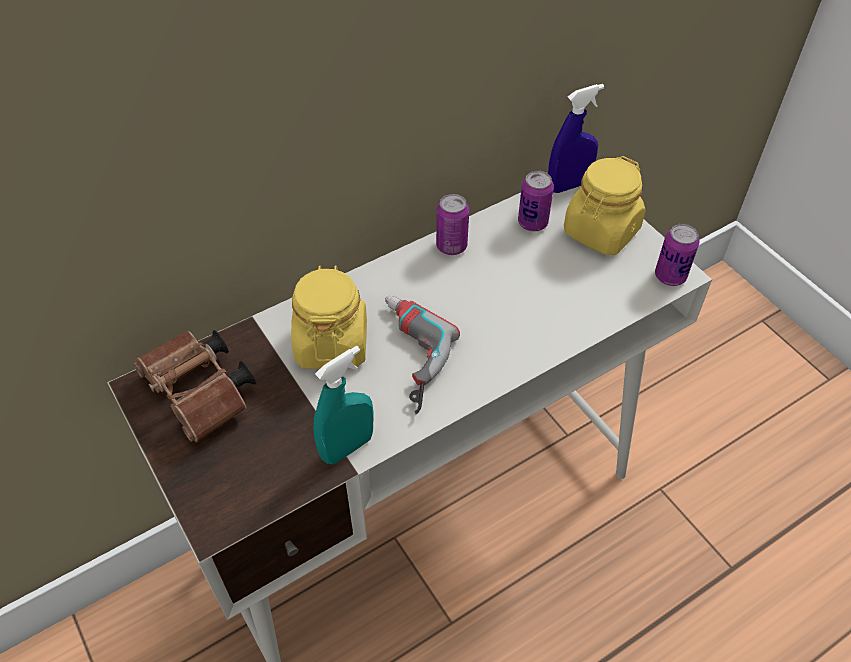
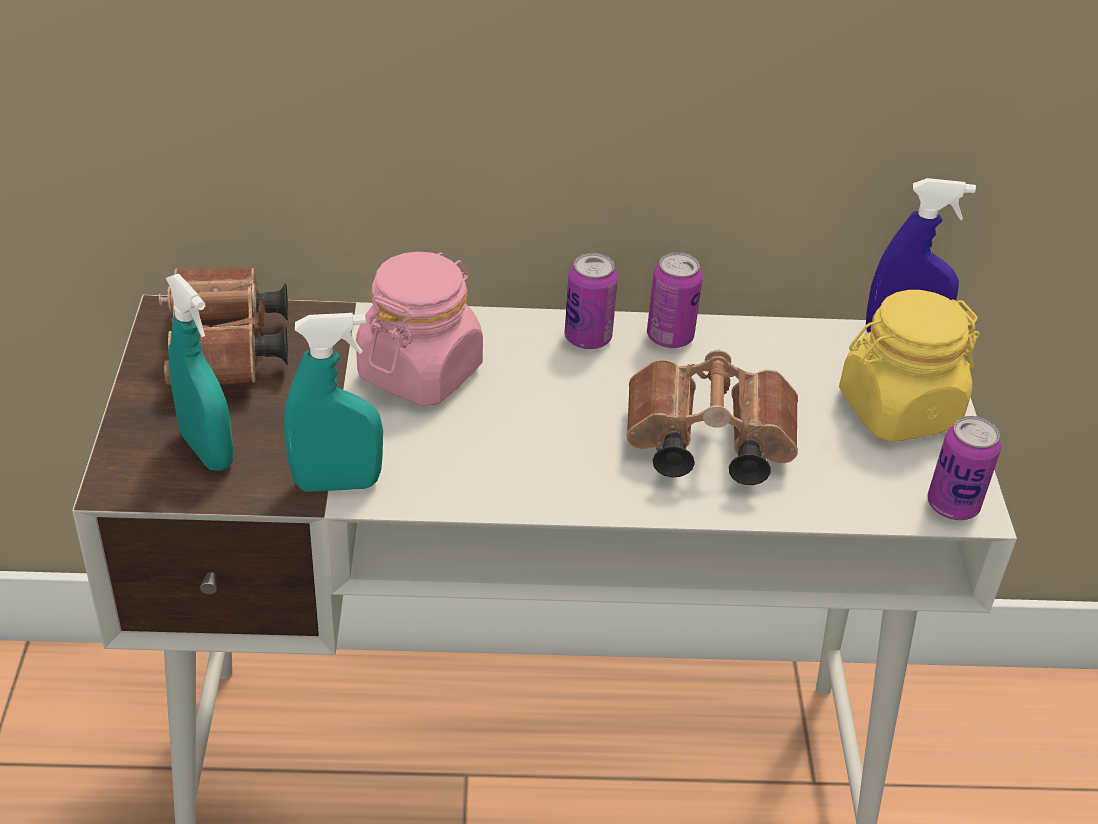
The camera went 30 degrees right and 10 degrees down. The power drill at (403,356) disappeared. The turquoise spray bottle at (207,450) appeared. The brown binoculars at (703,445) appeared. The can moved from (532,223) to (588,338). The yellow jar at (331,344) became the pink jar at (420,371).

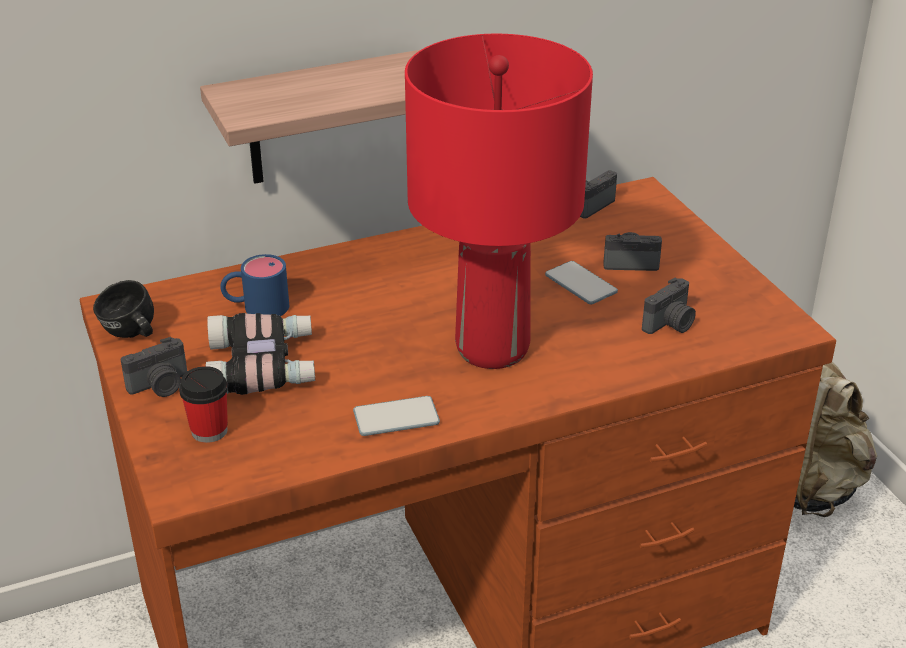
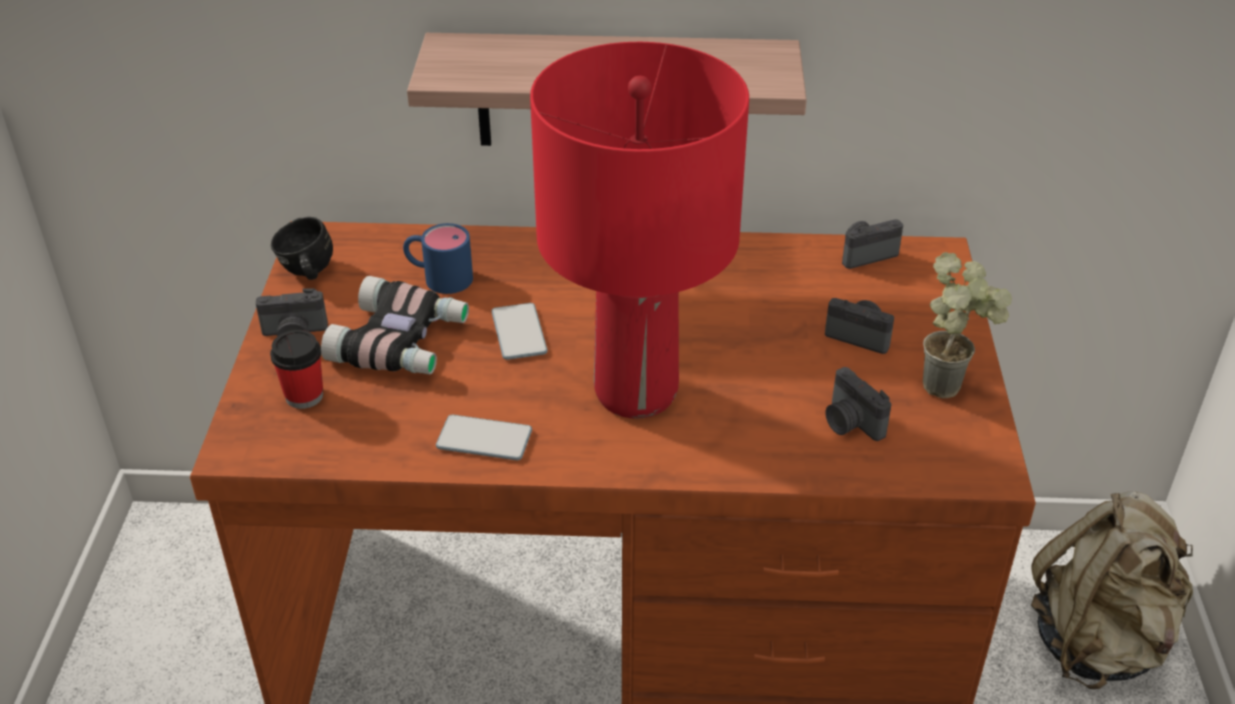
The camera went 25 degrees right and 5 degrees up. The potted plant at (952,385) appeared. The phone moved from (580,284) to (519,333). The photo camera at (670,324) turned 75 degrees clockwise.

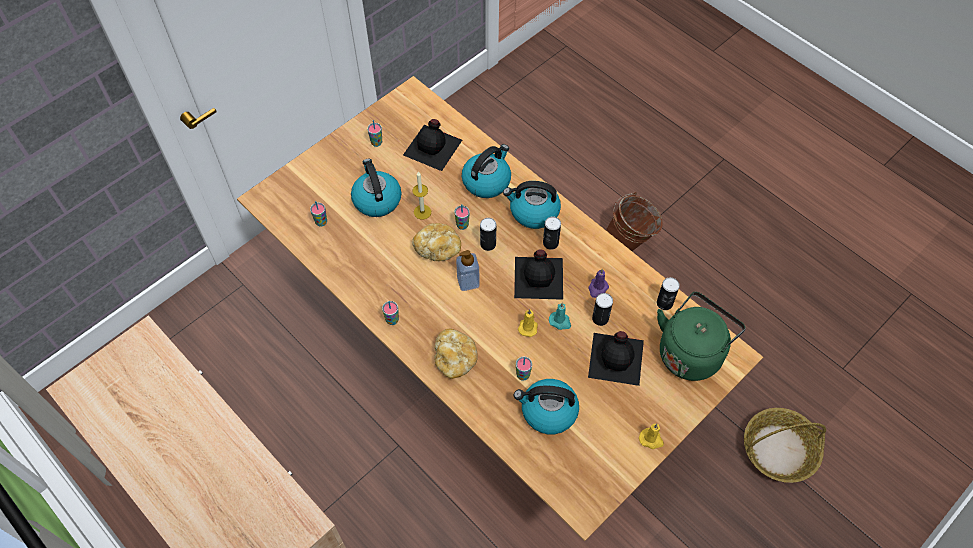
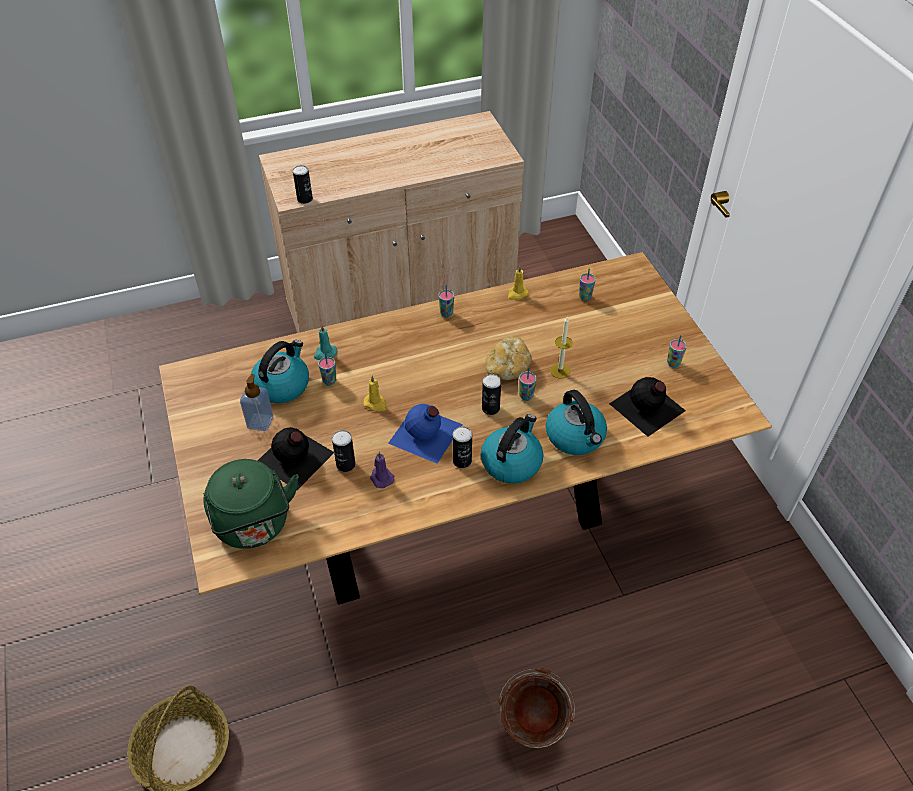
The camera went 115 degrees right and 10 degrees down. The kettle at (376,199) disappeared. The bread at (455,359) disappeared. The soap dispenser moved from (468,282) to (260,422). The turquoise candle moved from (560,321) to (325,353). The yellow candle moved from (651,439) to (517,294). The can moved from (664,303) to (305,199). The black bottle at (539,277) became the blue bottle at (426,434).

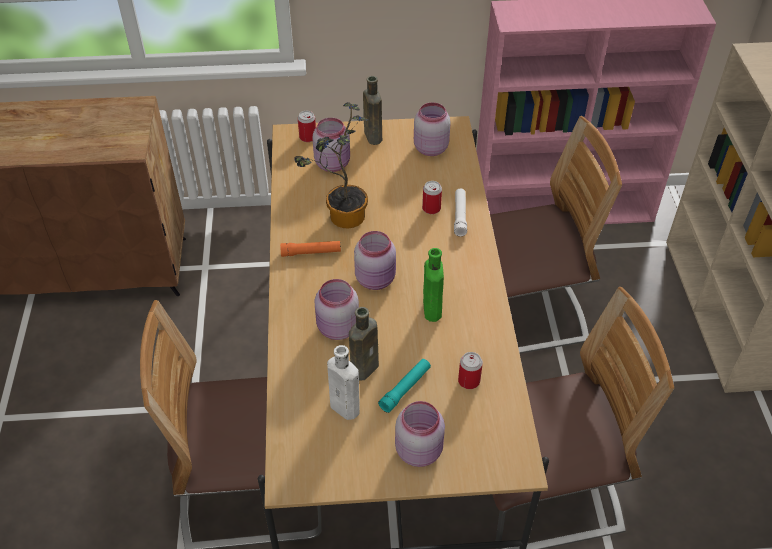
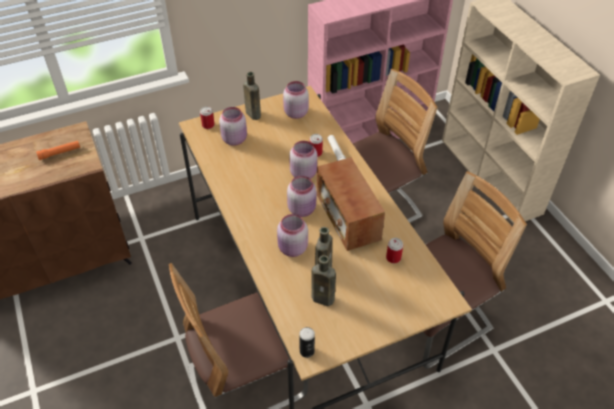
The camera went 20 degrees left and 0 degrees up. The potted plant at (341,217) disappeared. The turquoise flashlight at (405,388) disappeared. The can at (307,351) appeared. The orange flashlight moved from (311,252) to (60,153). The pink jar moved from (419,450) to (303,173). The green bottle at (431,308) was replaced by the radio at (347,218). The white bottle at (346,408) became the brown bottle at (324,299).

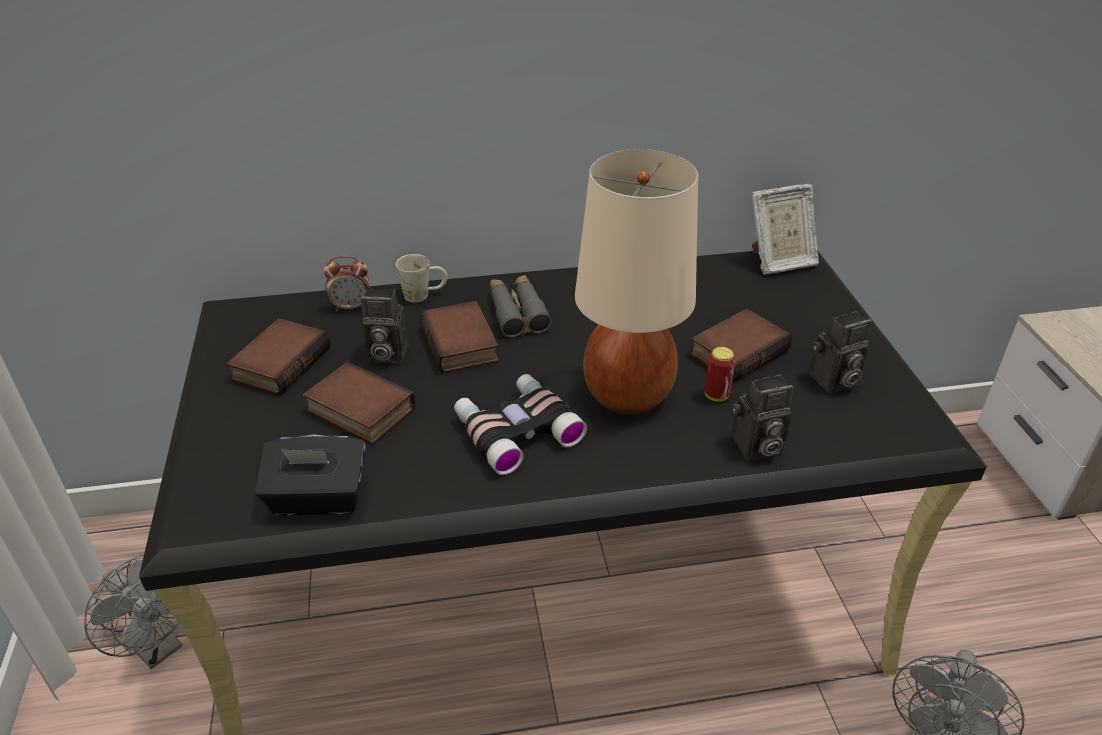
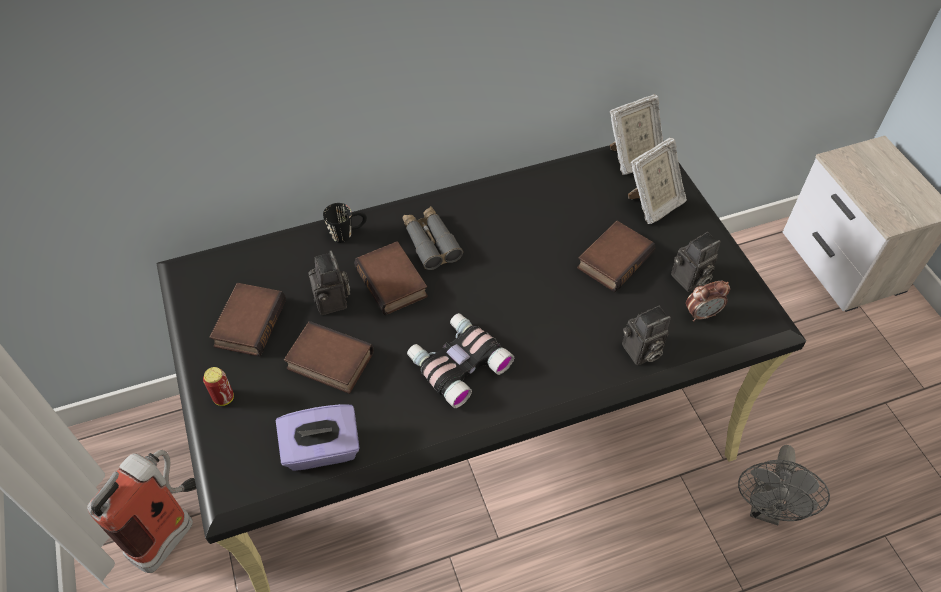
The camera went 10 degrees left and 15 degrees up. The beige table lamp at (627,394) disappeared. The picture frame at (653,204) appeared. The alarm clock moved from (351,307) to (702,314). The can moved from (716,396) to (224,398). The grey fan at (158,647) was replaced by the fire extinguisher at (172,530). The black tissue box at (318,499) became the purple tissue box at (322,450). The white mug at (424,295) became the black mug at (348,233). The photo camera at (385,354) turned 105 degrees counterclockwise.

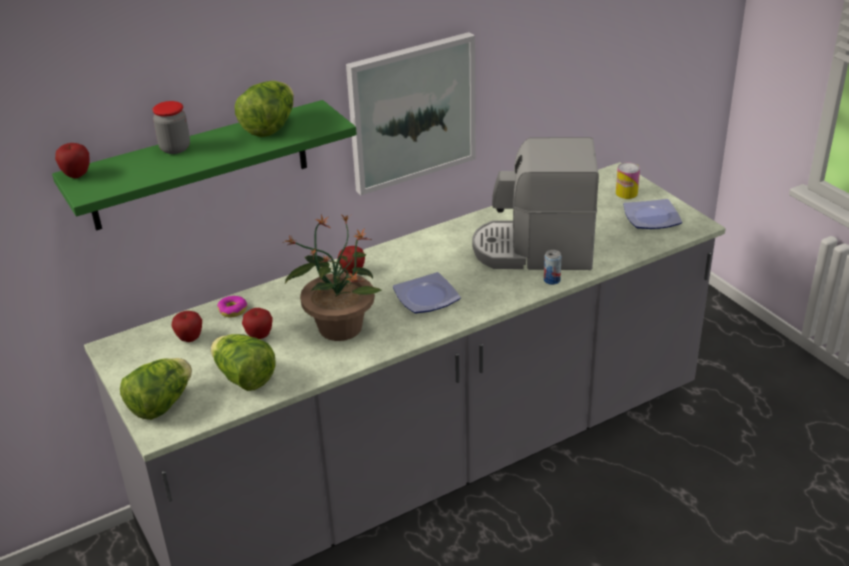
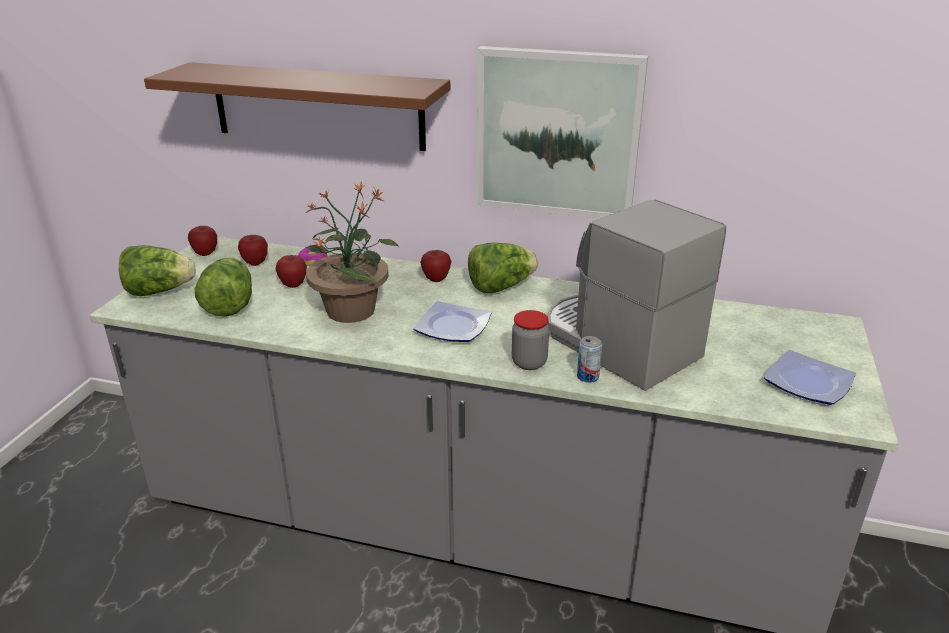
The camera went 45 degrees right and 5 degrees down. The can at (626,193) disappeared. The apple moved from (77,175) to (205,254). The jar moved from (175,148) to (529,362). The lettuce moved from (270,127) to (500,287). The green shelf at (200,166) became the brown shelf at (317,106).

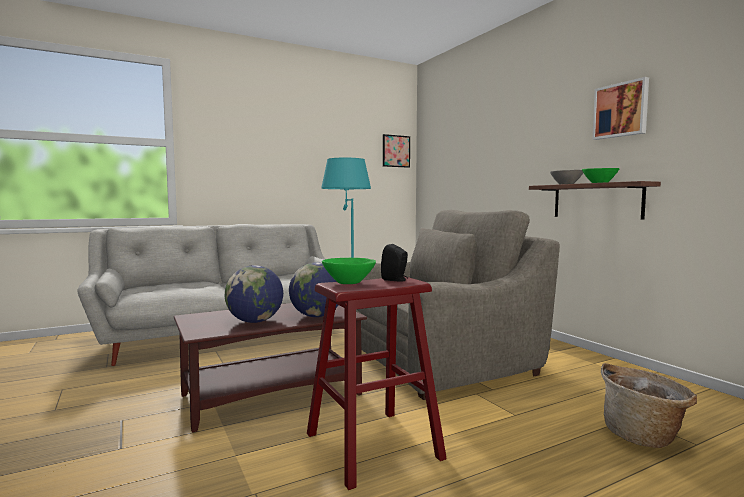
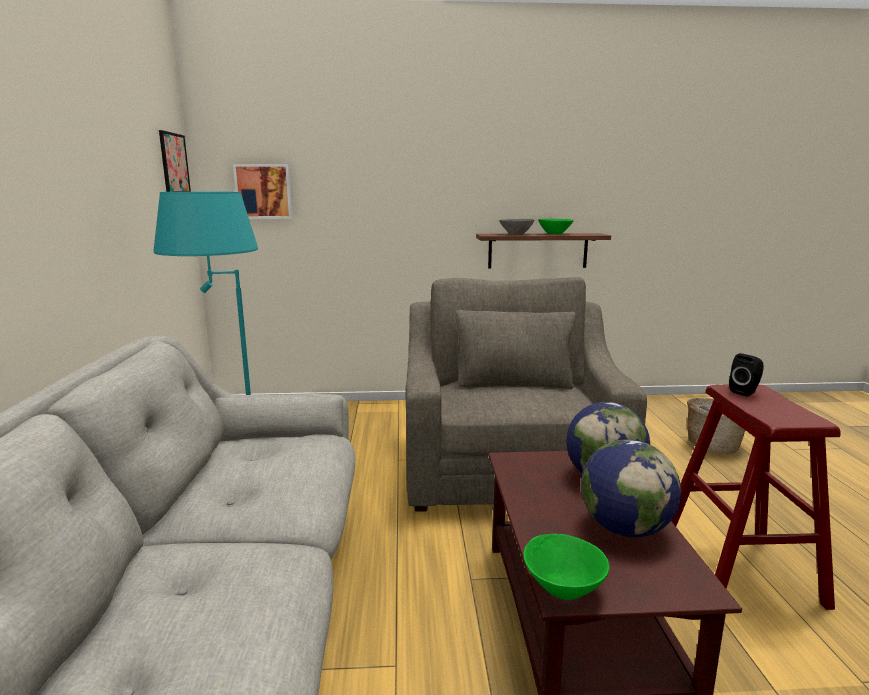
The camera went 65 degrees left and 10 degrees up. The green bowl moved from (349,282) to (563,587). The picture moved from (621,110) to (264,191).

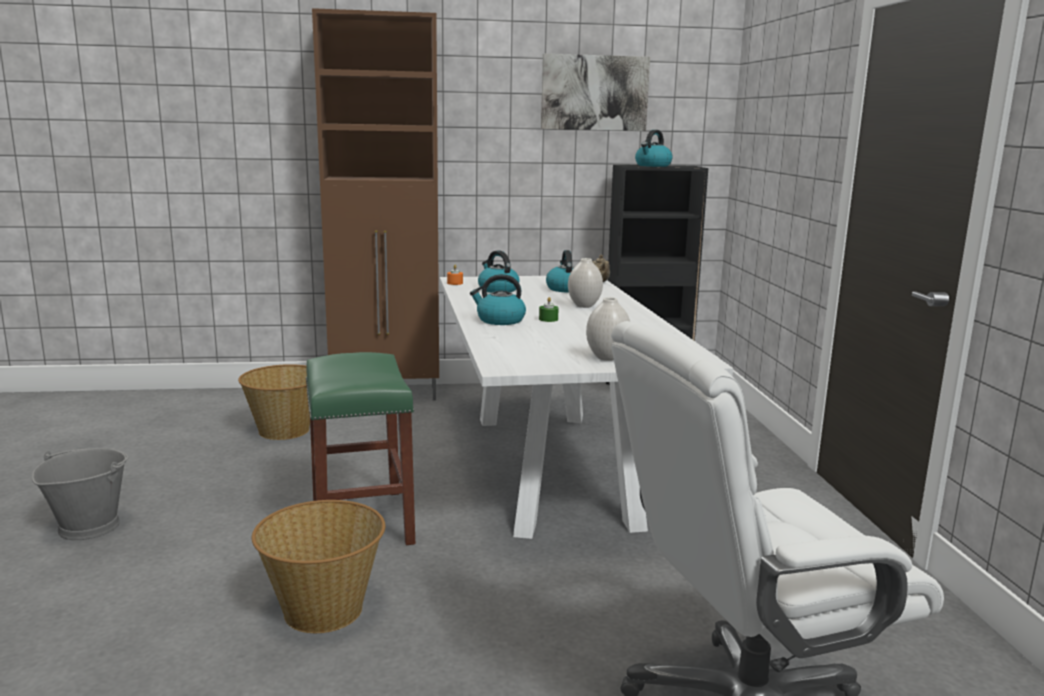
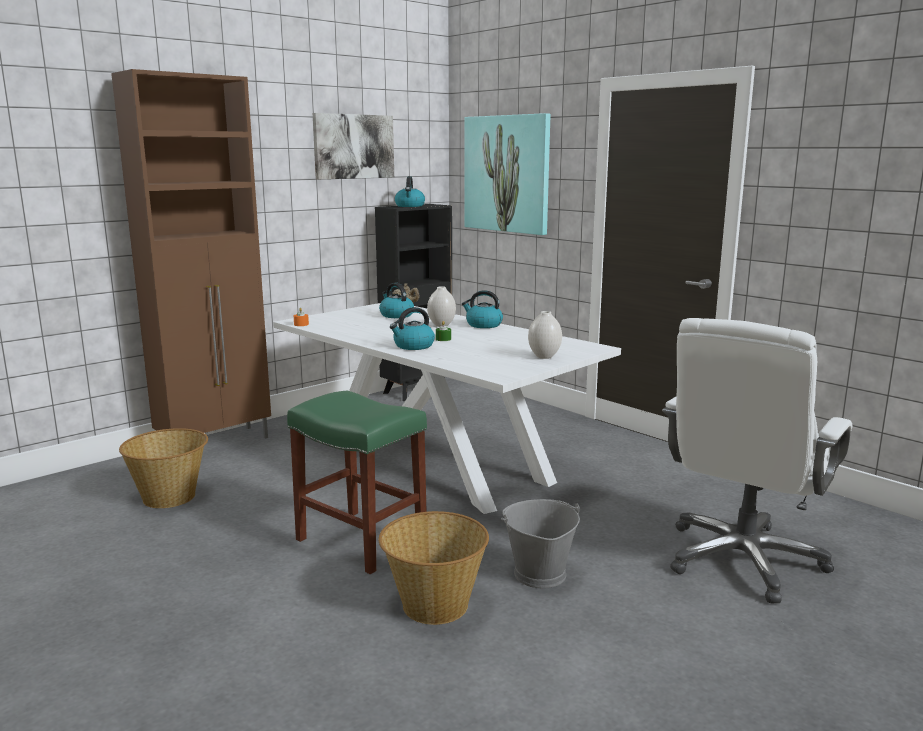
The camera went 35 degrees left and 0 degrees up. The picture at (507,174) appeared. The grey bucket moved from (89,526) to (539,574). The kettle moved from (497,290) to (483,325).

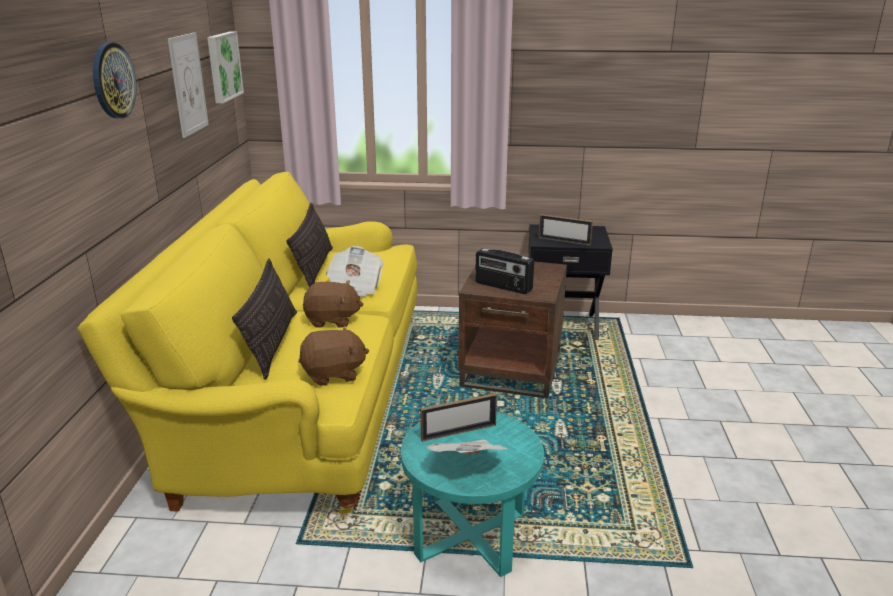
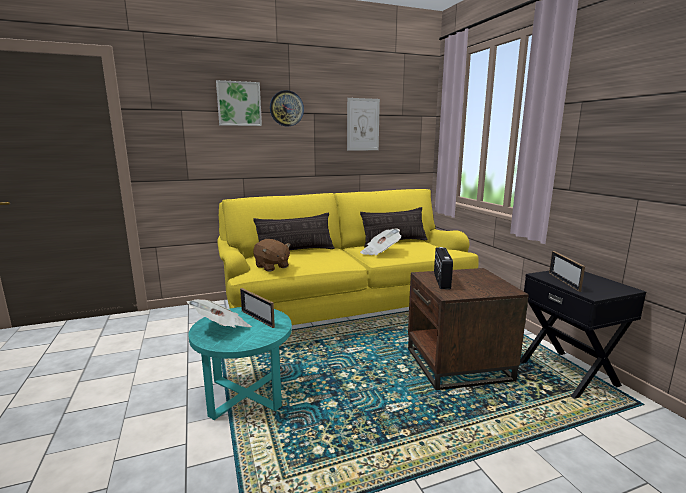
The camera went 65 degrees right and 10 degrees down. The brown plush toy at (332,320) disappeared. The picture moved from (222,66) to (239,104).

